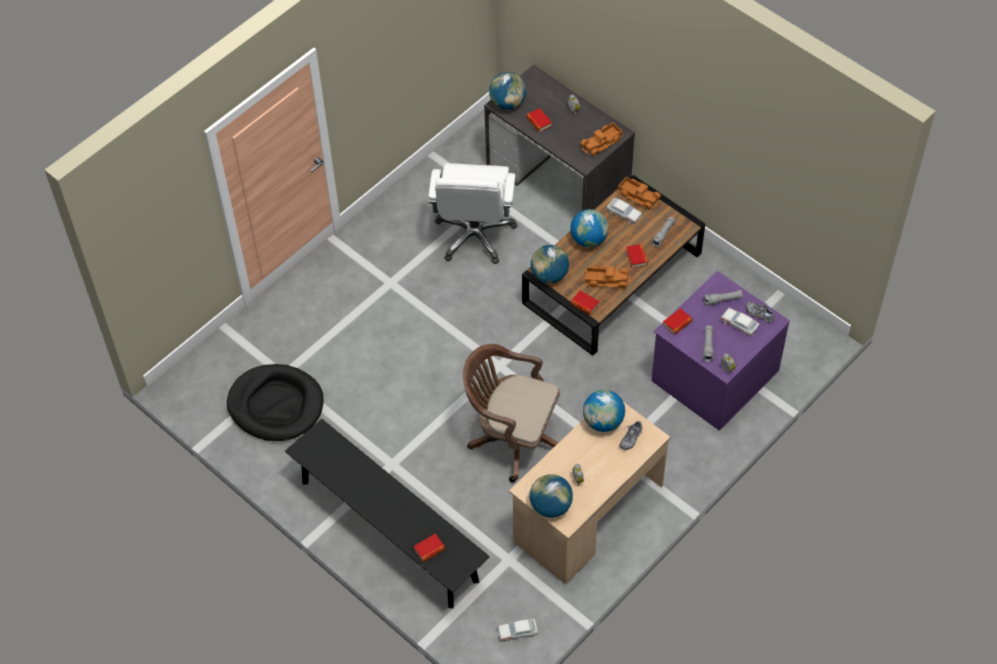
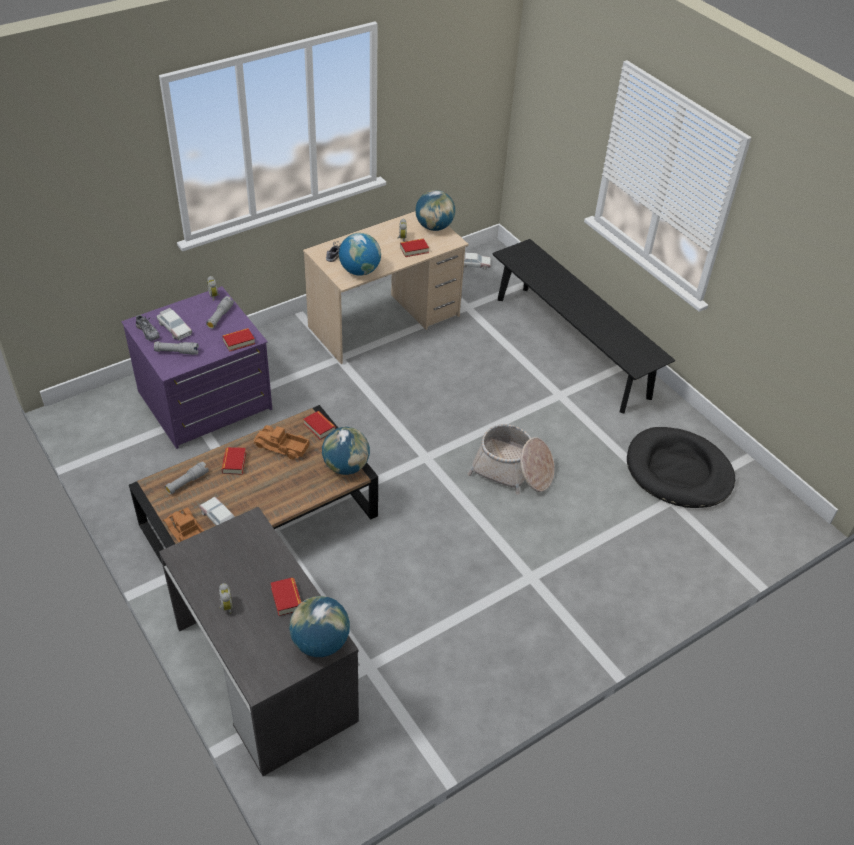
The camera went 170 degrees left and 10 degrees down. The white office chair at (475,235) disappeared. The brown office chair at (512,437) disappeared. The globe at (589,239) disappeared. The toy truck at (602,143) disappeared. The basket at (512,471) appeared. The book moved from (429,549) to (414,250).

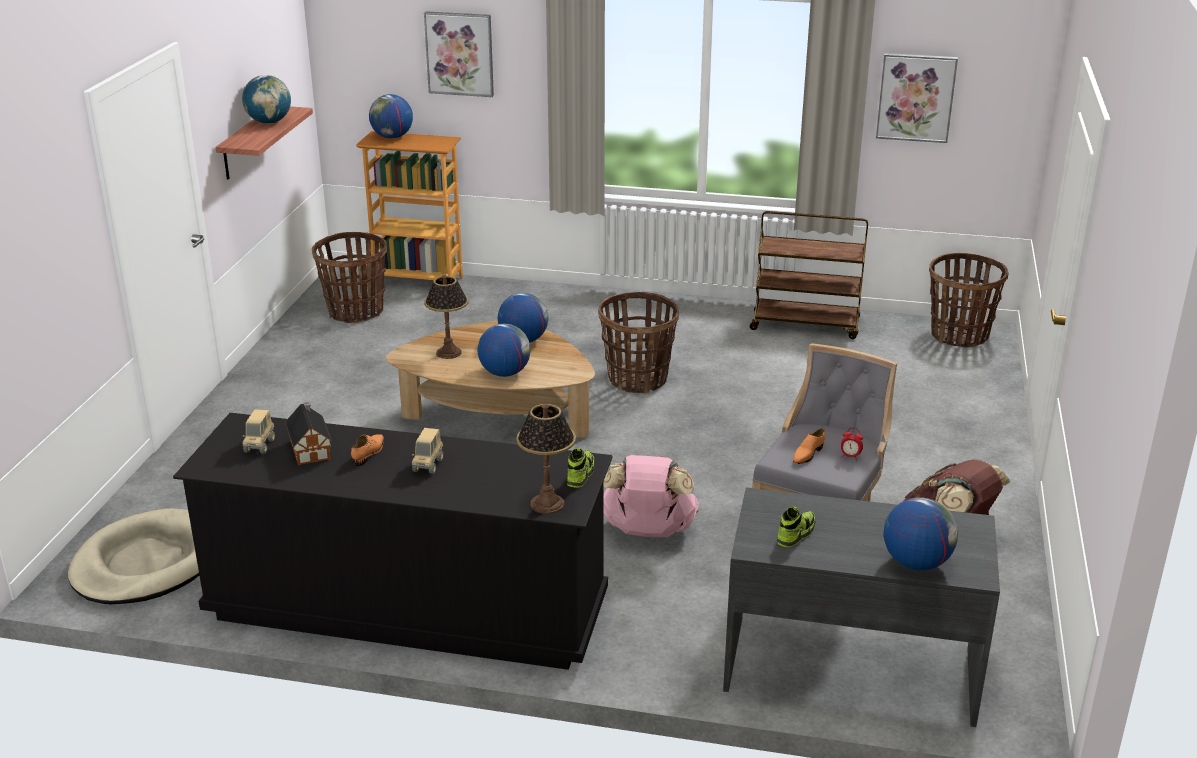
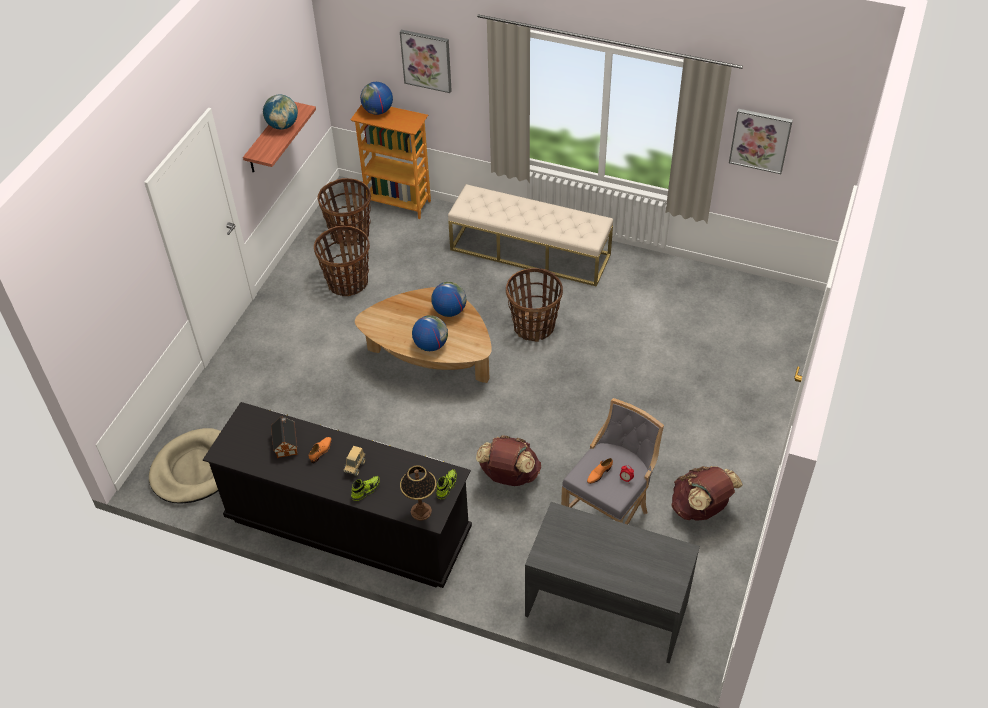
The camera went 10 degrees right and 20 degrees up. The toy truck at (260,445) disappeared. The table lamp at (449,352) disappeared. The brown cart at (806,325) disappeared. The globe at (916,562) disappeared. The beige bench at (530,252) appeared. The shoe moved from (795,534) to (366,490). The basket moved from (959,335) to (347,283). The pink backpack at (648,531) became the brown backpack at (509,476).

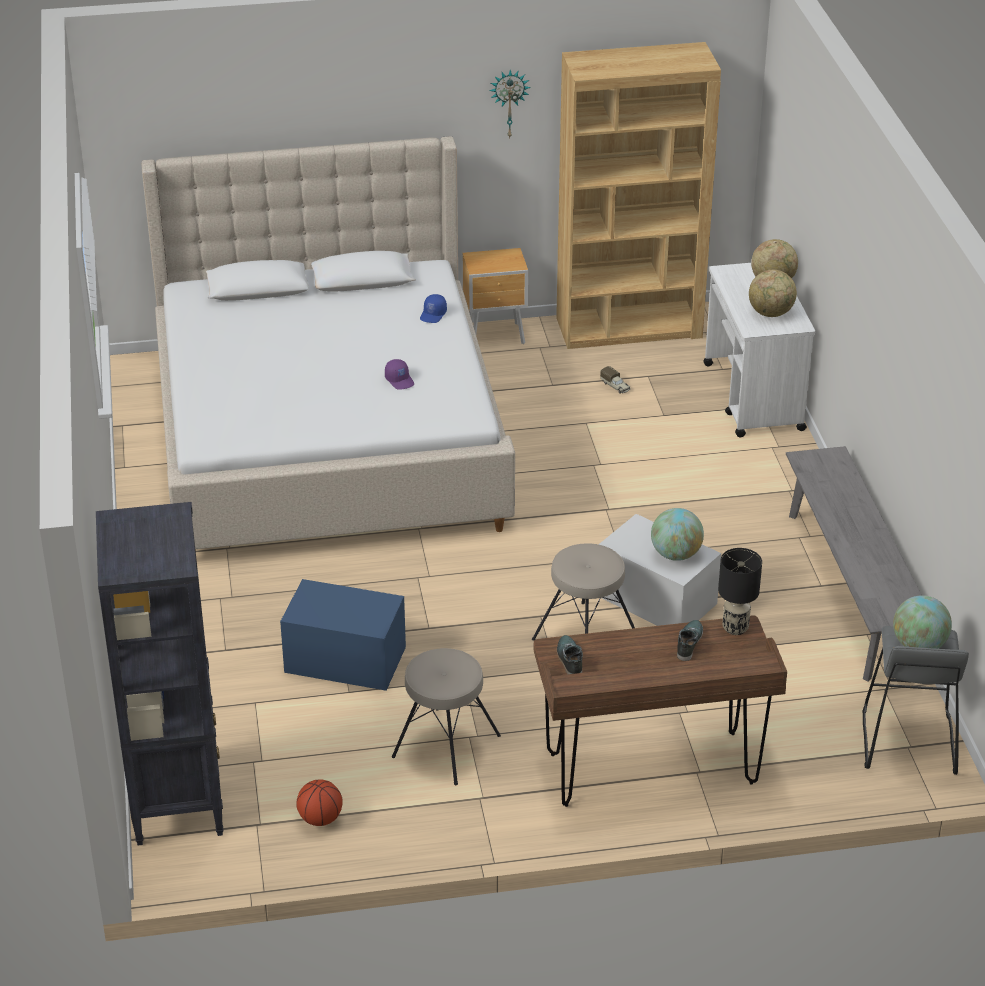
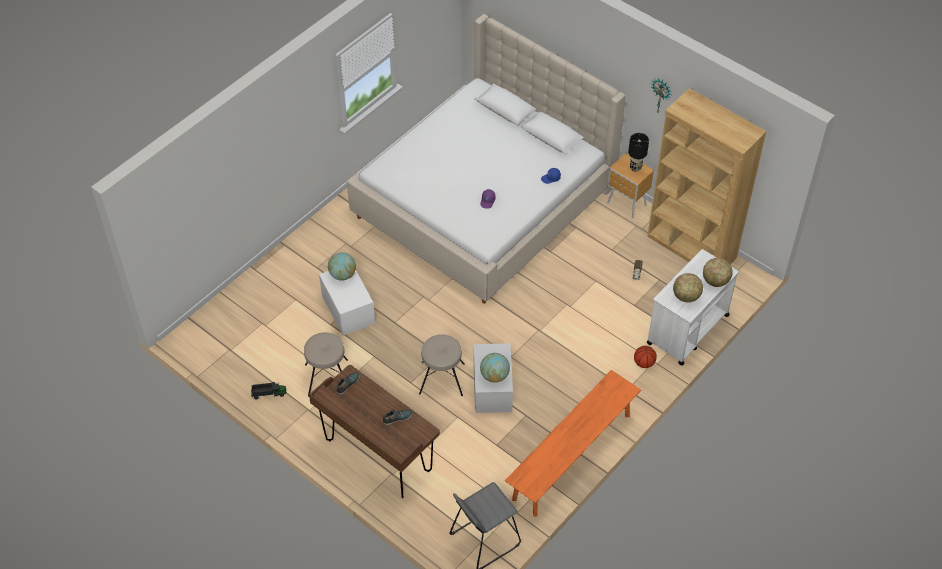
The camera went 50 degrees right and 15 degrees up. The black bookcase at (177,800) disappeared. The toy truck at (269,393) appeared. The basketball moved from (320,819) to (644,363). The black table lamp moved from (734,628) to (635,167). The globe moved from (918,645) to (342,275). The blue storage box at (345,659) became the white storage box at (348,309). The grey bench at (850,591) became the orange bench at (572,456).

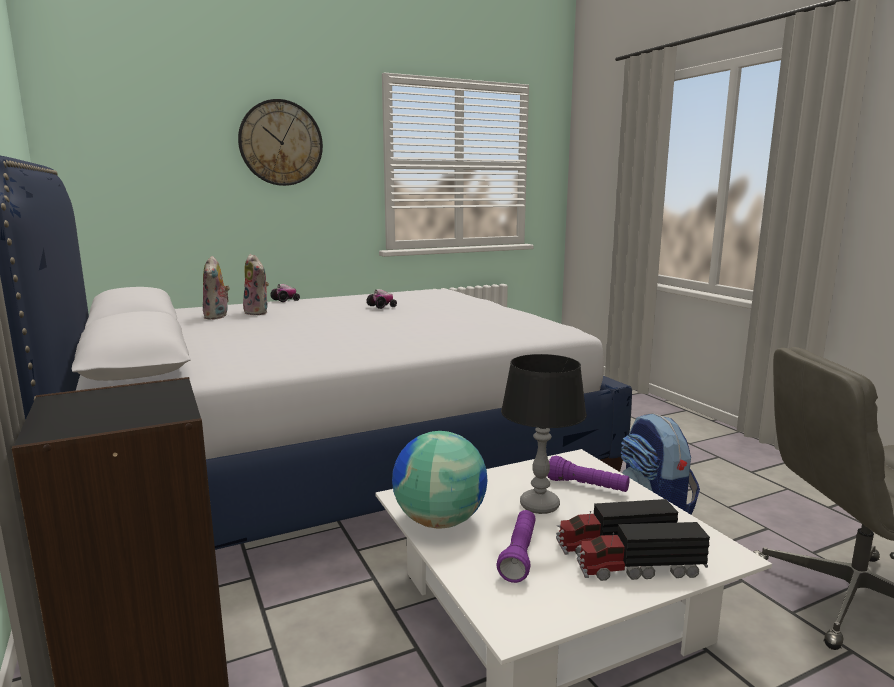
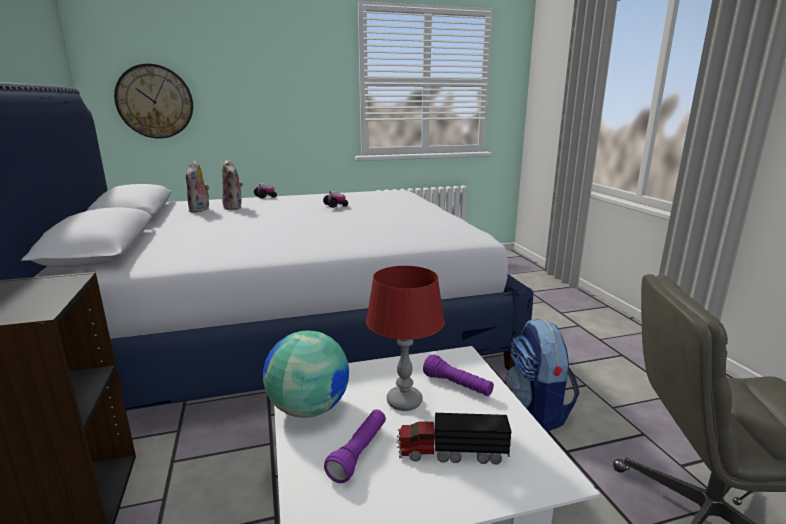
The camera went 10 degrees right and 5 degrees up. The toy truck at (638,569) disappeared. The wall clock moved from (281,143) to (155,101). The black table lamp at (540,506) became the red table lamp at (404,402).

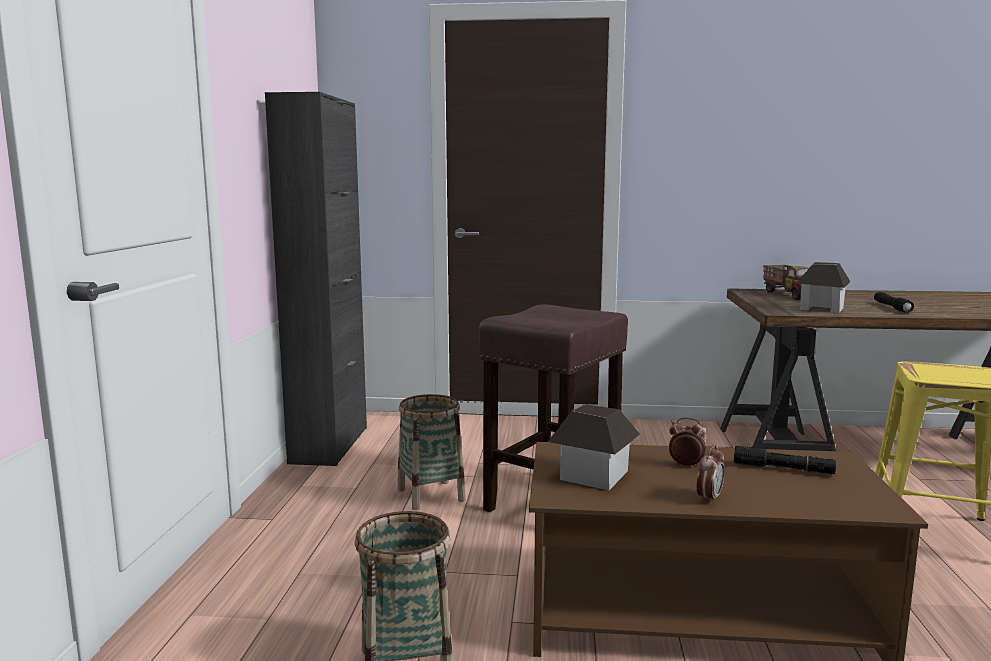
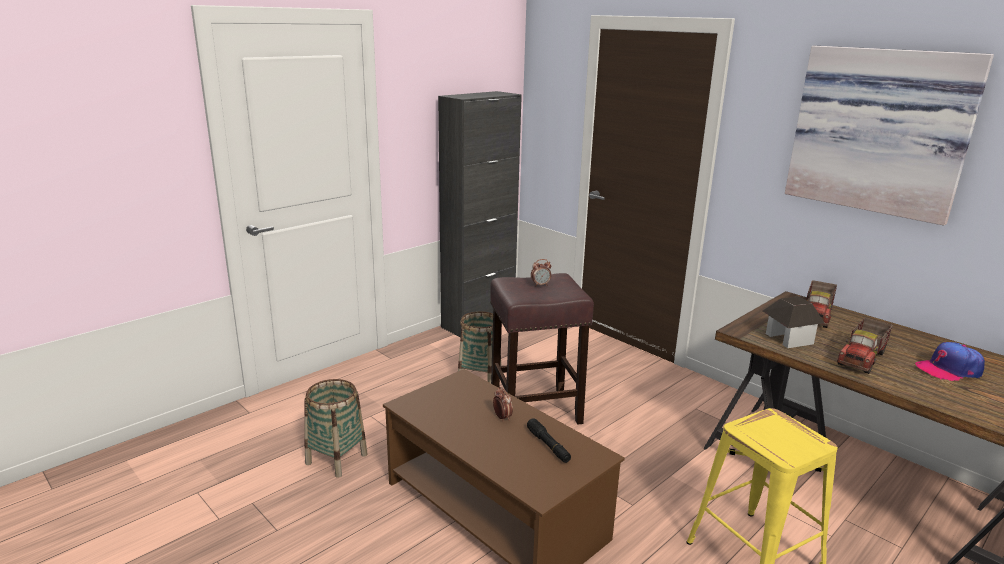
The camera went 40 degrees right and 10 degrees up. The toy house at (593,475) disappeared. The picture at (880,131) appeared. The cap at (948,370) appeared. The alarm clock moved from (709,498) to (540,285). The black flashlight at (891,307) was replaced by the toy truck at (862,359).

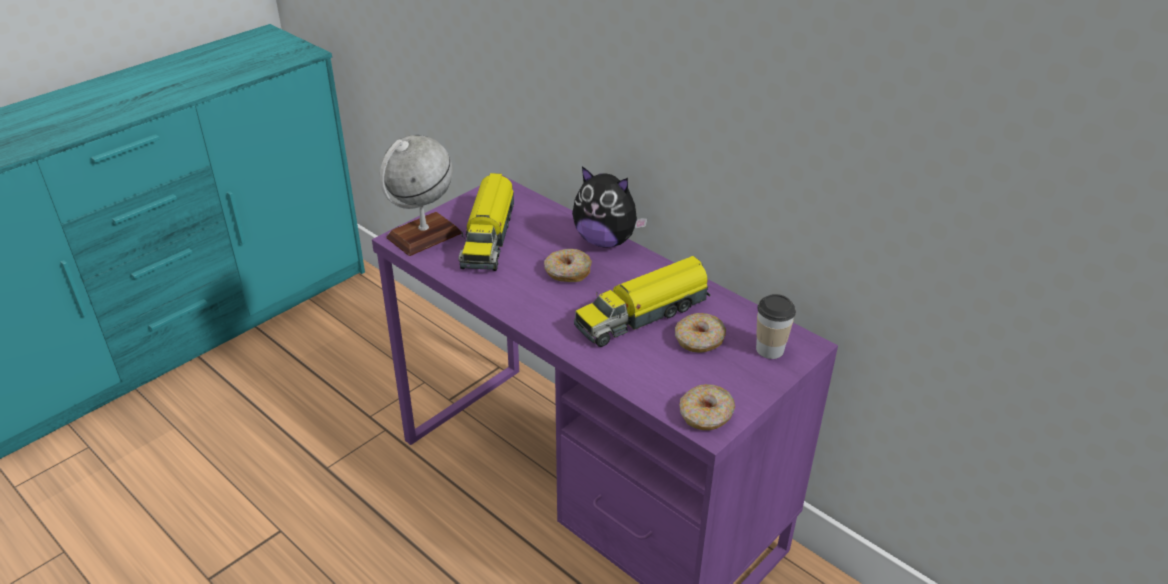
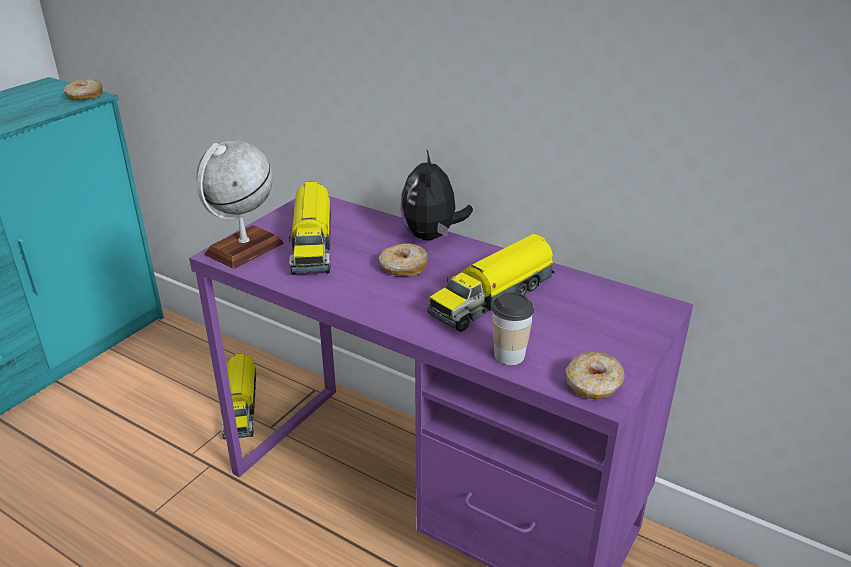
The camera went 10 degrees left and 5 degrees down. The toy truck at (241,406) appeared. The donut moved from (699,340) to (84,96). The cup moved from (770,349) to (509,355). The plush toy at (606,241) turned 75 degrees clockwise.

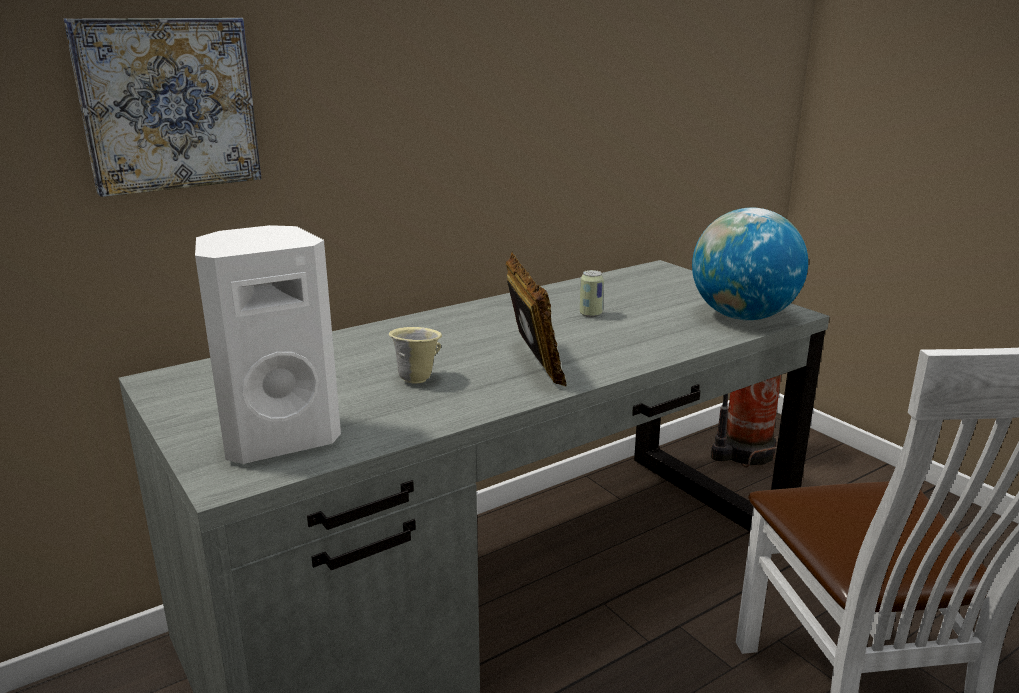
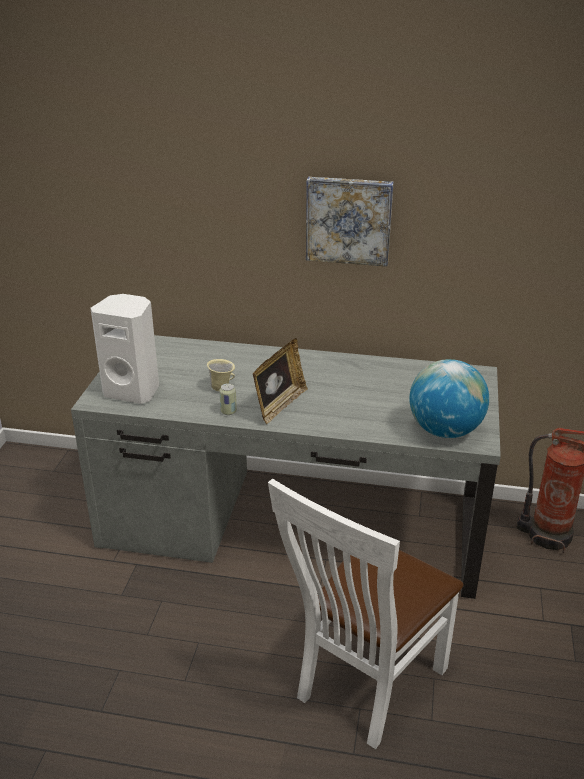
The camera went 45 degrees right and 10 degrees up. The picture moved from (167,104) to (349,220). The can moved from (590,314) to (228,412).

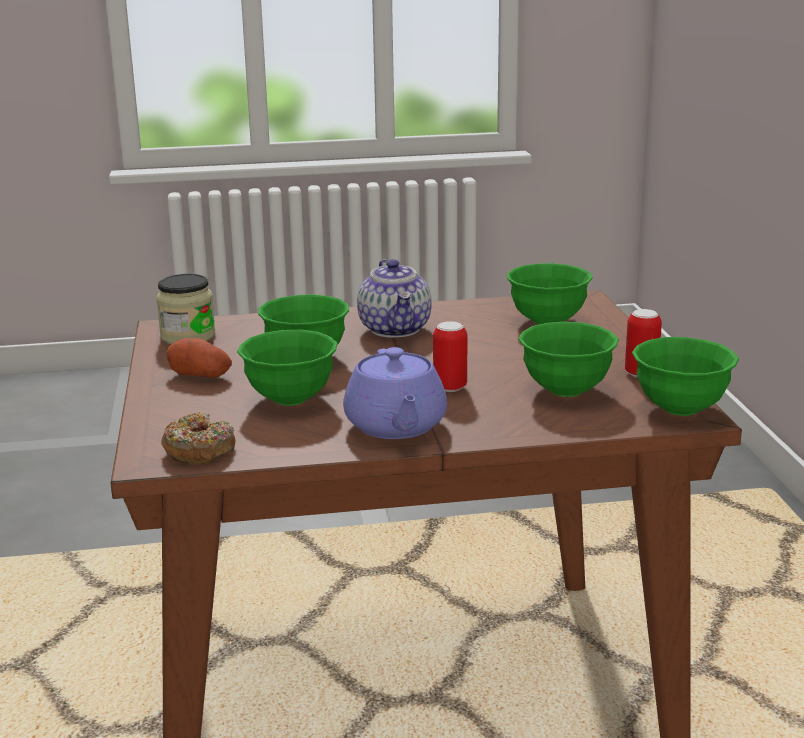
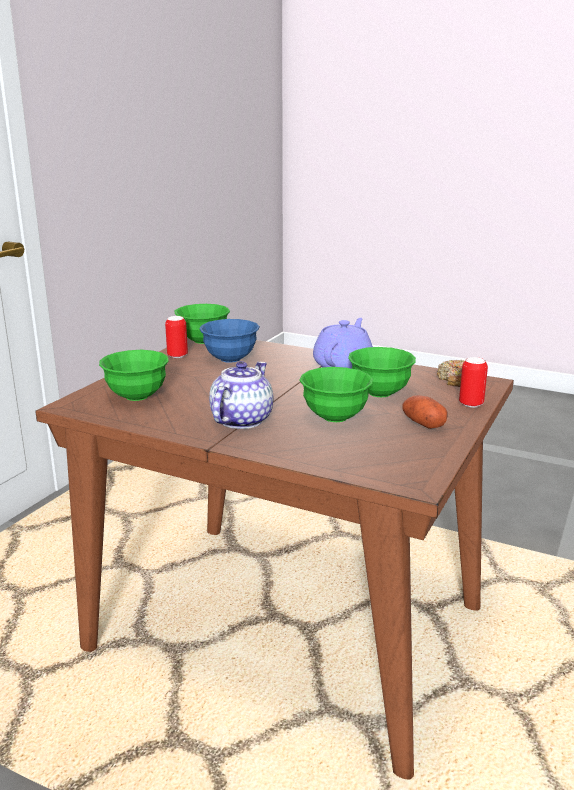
The camera went 145 degrees left and 0 degrees up. The jar at (188,336) disappeared. The can moved from (450,387) to (471,404). The green bowl at (566,390) became the blue bowl at (230,359).

